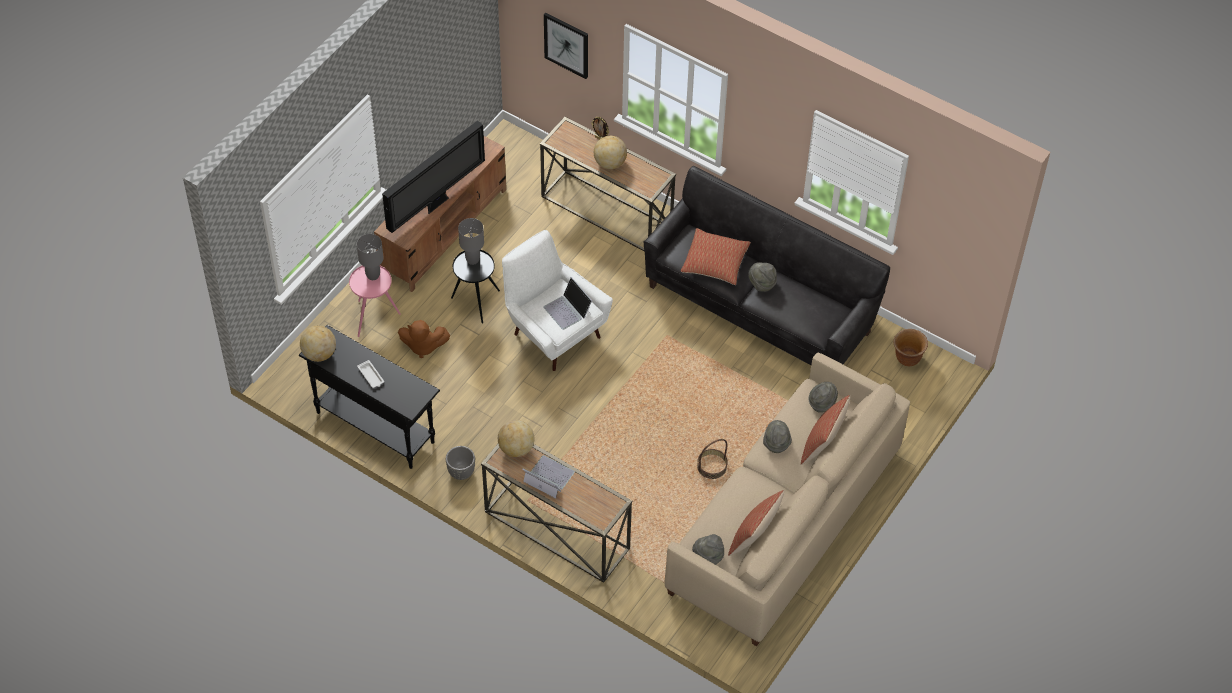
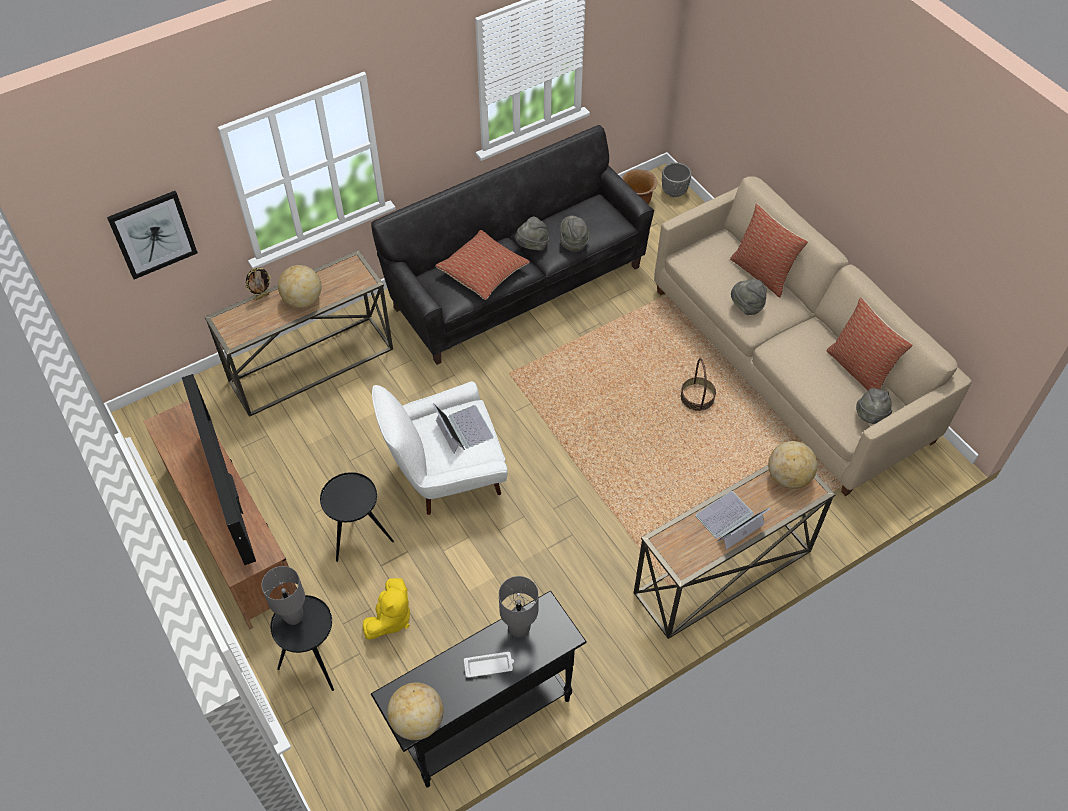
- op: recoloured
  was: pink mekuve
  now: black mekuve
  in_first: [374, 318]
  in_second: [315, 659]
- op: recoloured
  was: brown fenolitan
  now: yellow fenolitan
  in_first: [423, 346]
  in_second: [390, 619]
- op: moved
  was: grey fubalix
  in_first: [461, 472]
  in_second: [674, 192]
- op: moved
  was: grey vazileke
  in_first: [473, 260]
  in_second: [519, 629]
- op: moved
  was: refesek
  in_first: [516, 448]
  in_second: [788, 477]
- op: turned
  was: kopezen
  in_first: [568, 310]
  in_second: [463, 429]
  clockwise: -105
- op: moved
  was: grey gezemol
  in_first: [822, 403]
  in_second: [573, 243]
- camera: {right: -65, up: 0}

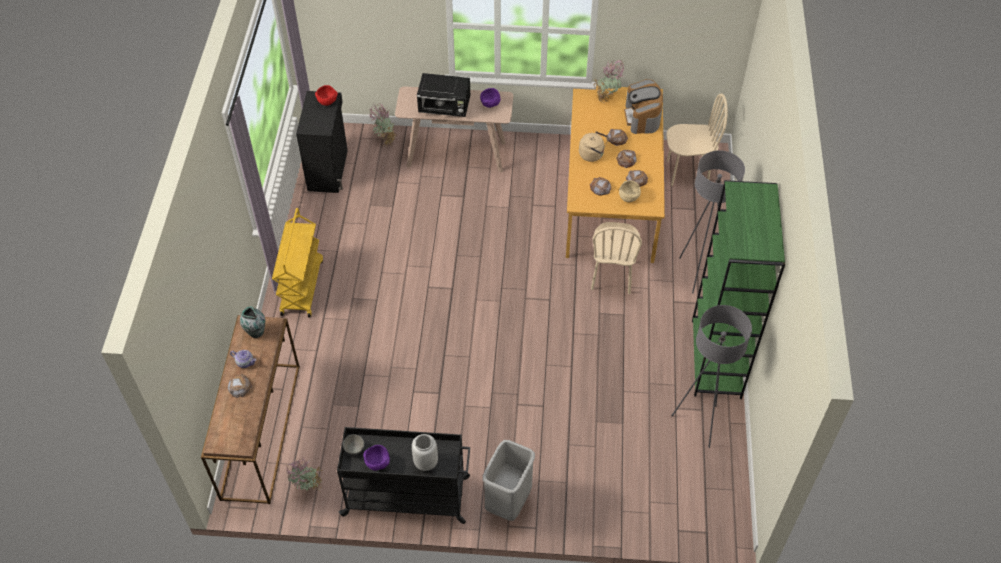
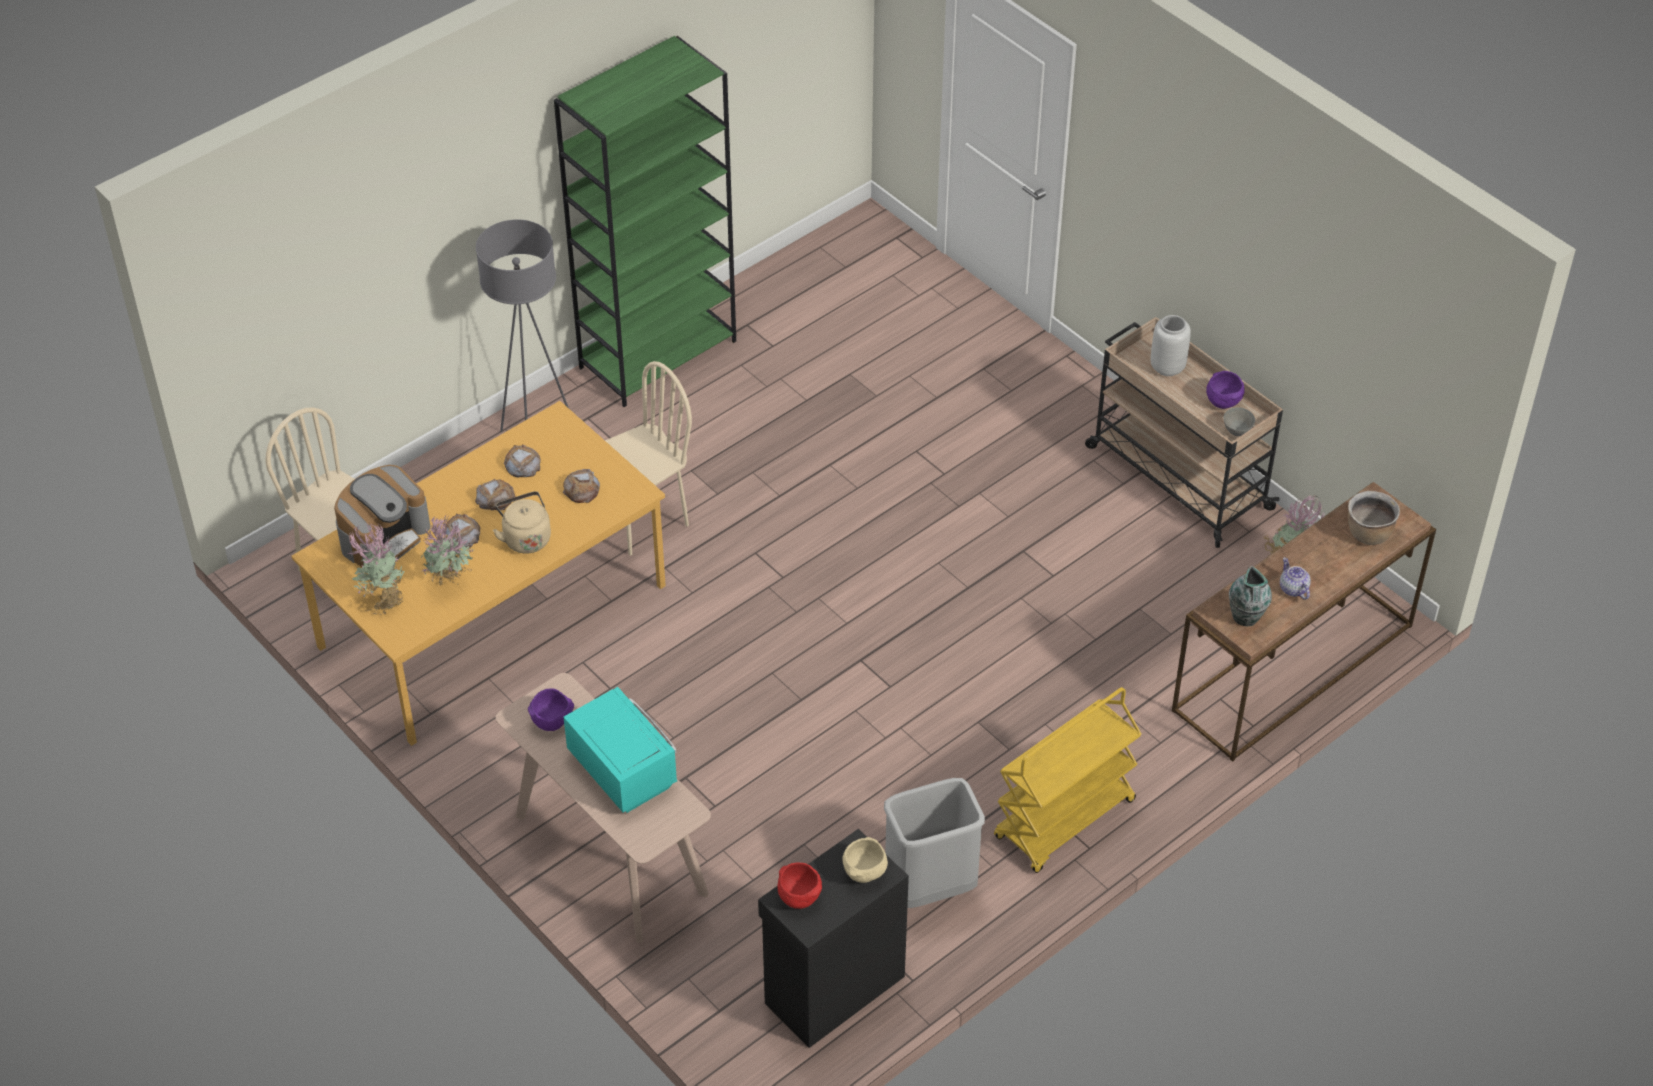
- op: removed
  was: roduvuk
  in_first: [239, 387]
- op: recoloured
  was: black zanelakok
  now: beige zanelakok
  in_first: [408, 496]
  in_second: [1176, 476]
- op: moved
  was: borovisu
  in_first: [385, 140]
  in_second: [451, 583]
- op: recoloured
  was: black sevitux
  now: turquoise sevitux
  in_first: [445, 107]
  in_second: [622, 769]
- op: moved
  was: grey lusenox
  in_first: [509, 501]
  in_second: [930, 887]
- op: moved
  was: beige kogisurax
  in_first: [628, 197]
  in_second: [864, 873]
- op: removed
  was: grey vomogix
  in_first: [699, 423]
- op: added
  now: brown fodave
  in_second: [1368, 534]
- camera: {right: -135, up: -5}

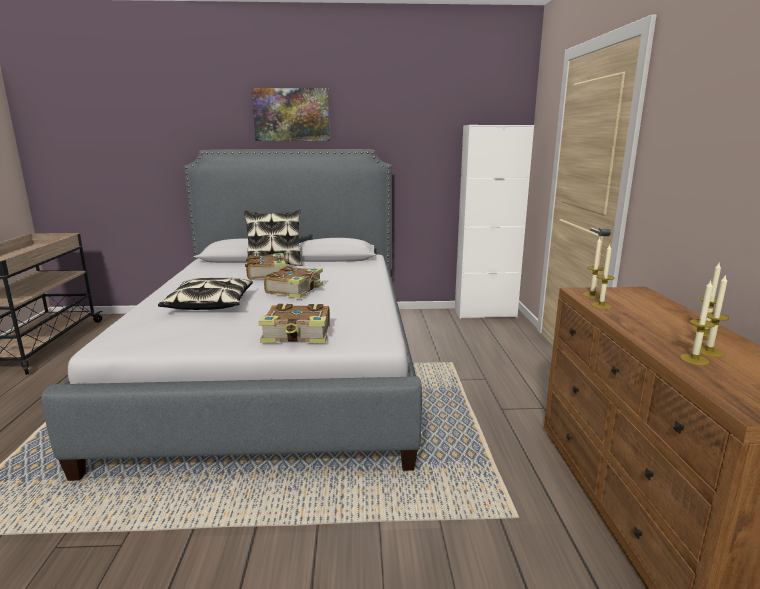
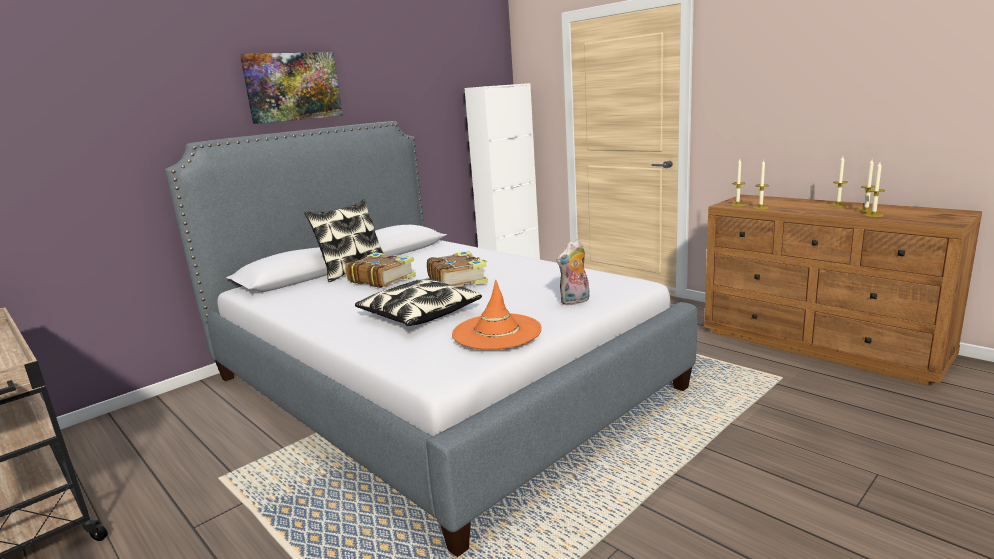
- op: replaced
  was: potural
  now: fenolitan
  in_first: [298, 334]
  in_second: [575, 301]
- op: added
  now: orange gezemol
  in_second: [496, 332]
- camera: {right: -40, up: 0}

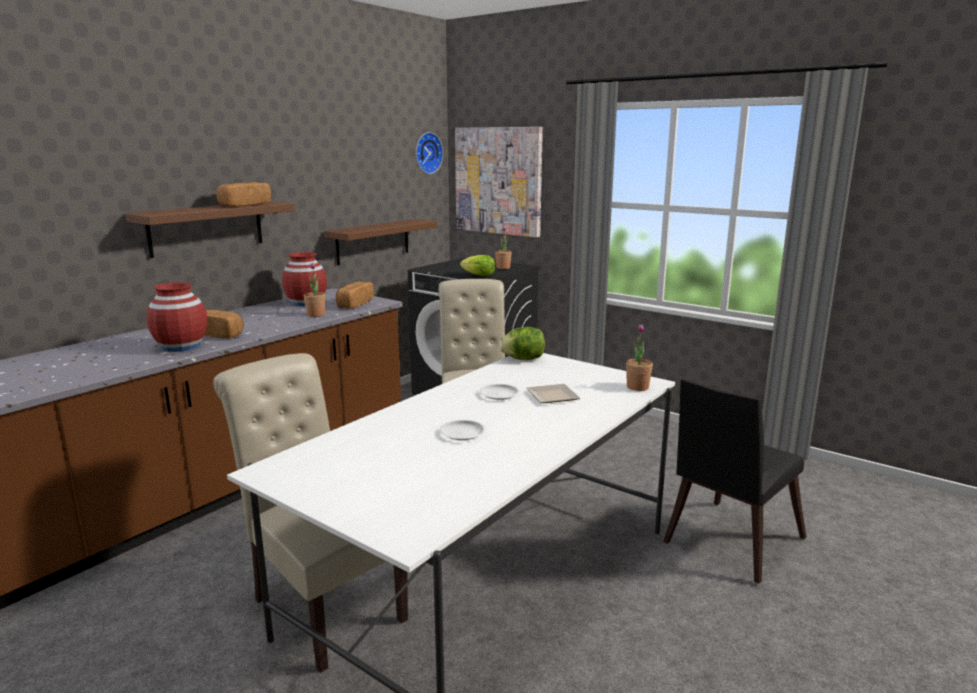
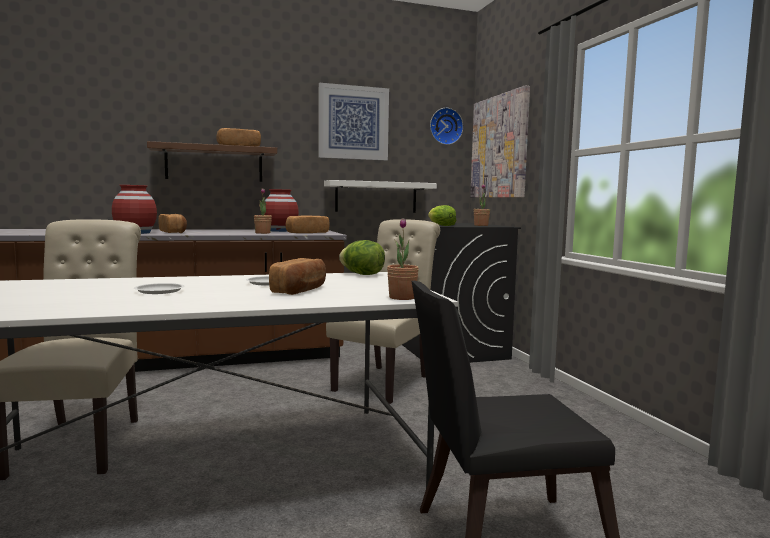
- op: recoloured
  was: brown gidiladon
  now: white gidiladon
  in_first: [373, 241]
  in_second: [376, 197]
- op: replaced
  was: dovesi
  now: roduvuk
  in_first: [551, 397]
  in_second: [300, 290]
- op: added
  now: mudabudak
  in_second: [353, 122]
- camera: {right: 35, up: -10}

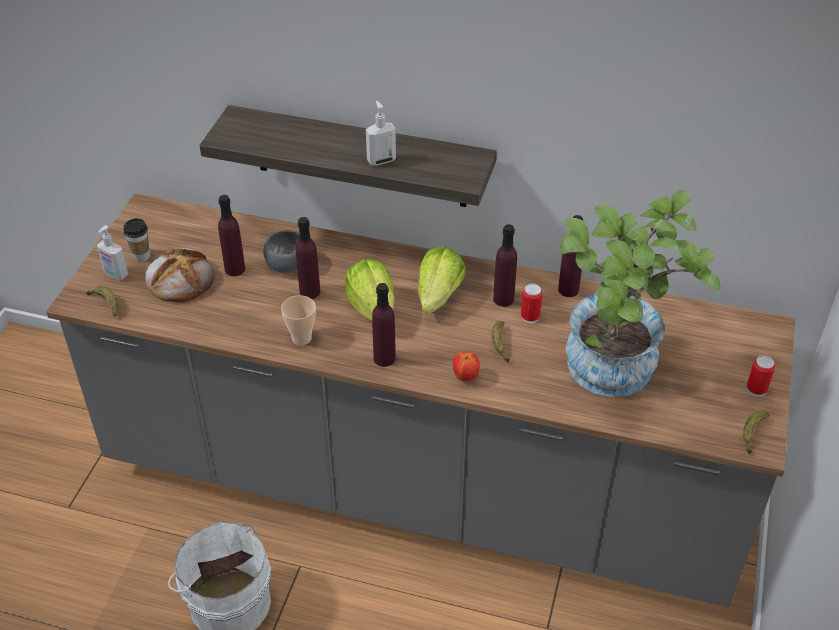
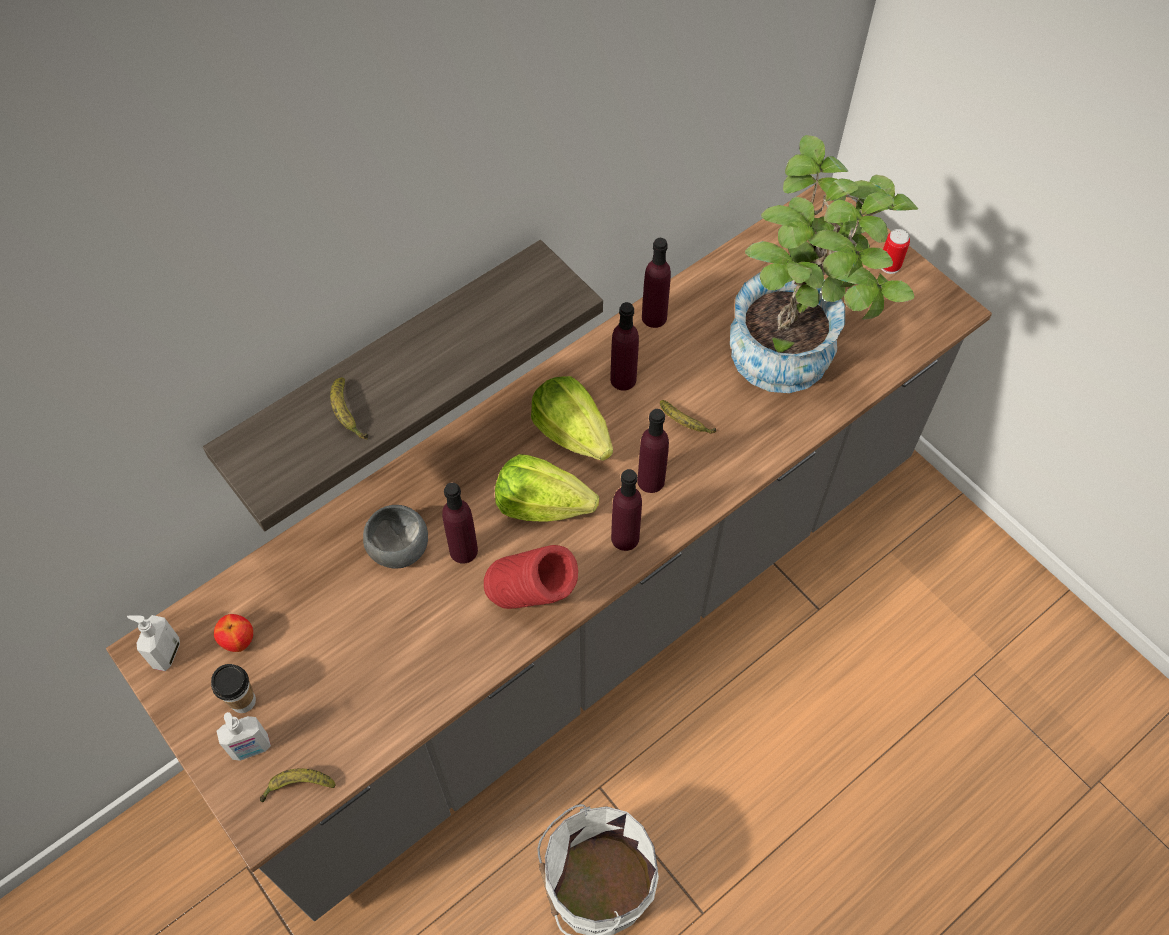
- op: removed
  was: roduvuk
  in_first: [180, 279]
- op: moved
  was: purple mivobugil
  in_first: [235, 269]
  in_second: [651, 481]
- op: replaced
  was: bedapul
  now: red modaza
  in_first: [301, 338]
  in_second: [532, 600]
- op: moved
  was: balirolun
  in_first: [381, 160]
  in_second: [166, 653]
- op: moved
  was: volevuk
  in_first: [465, 377]
  in_second: [239, 641]
- op: removed
  was: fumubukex
  in_first: [530, 316]
- op: moved
  was: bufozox
  in_first: [752, 433]
  in_second: [347, 414]
- camera: {right: -55, up: 15}

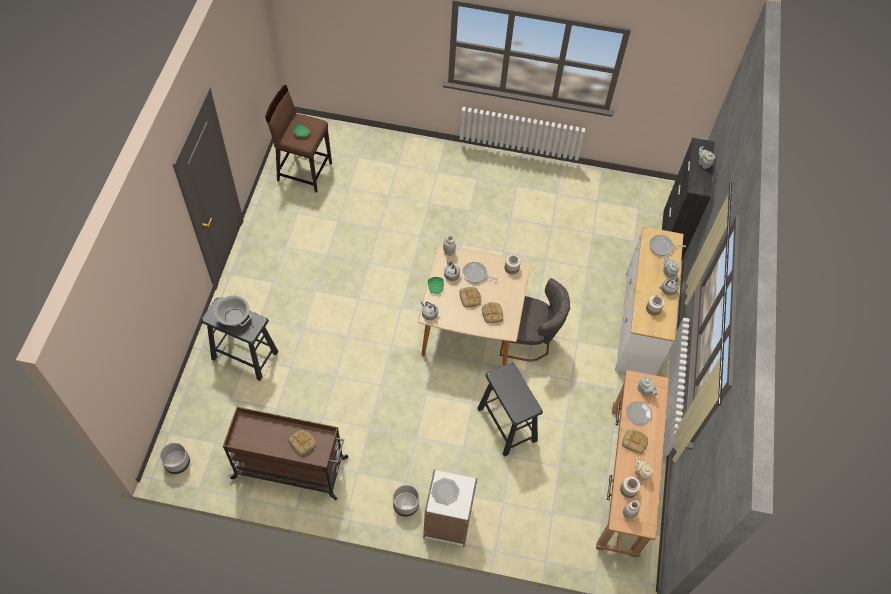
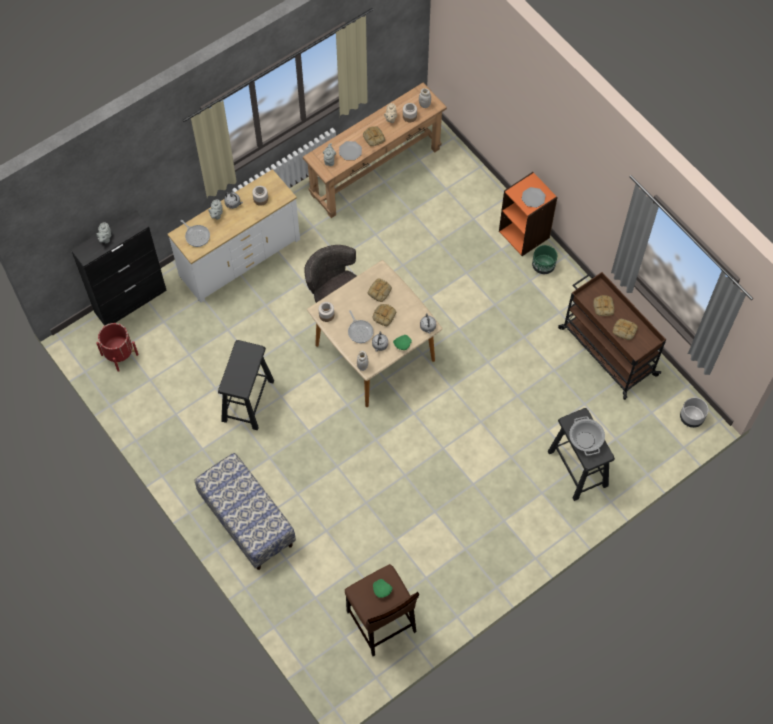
- op: recoloured
  was: grey fubalix
  now: green fubalix
  in_first: [406, 505]
  in_second: [543, 265]
- op: recoloured
  was: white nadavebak
  now: orange nadavebak
  in_first: [447, 523]
  in_second: [524, 234]
- op: moved
  was: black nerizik
  in_first: [507, 425]
  in_second: [248, 400]
- op: added
  now: red fubalix
  in_second: [119, 354]
- op: added
  now: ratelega
  in_second: [247, 521]
- op: added
  now: roduvuk
  in_second: [624, 330]
- camera: {right: -135, up: 5}

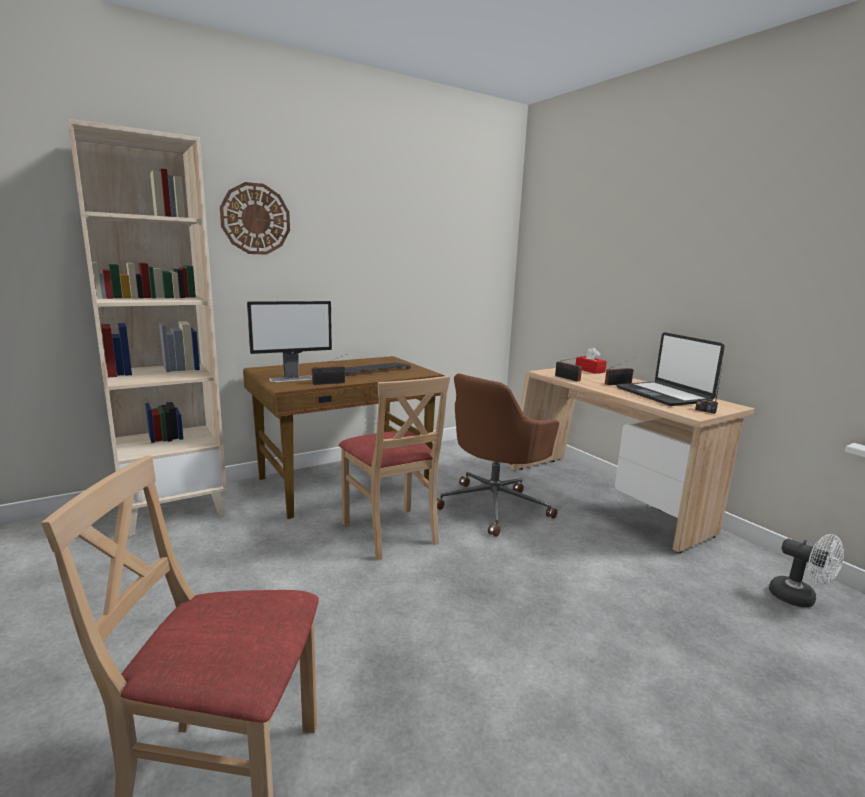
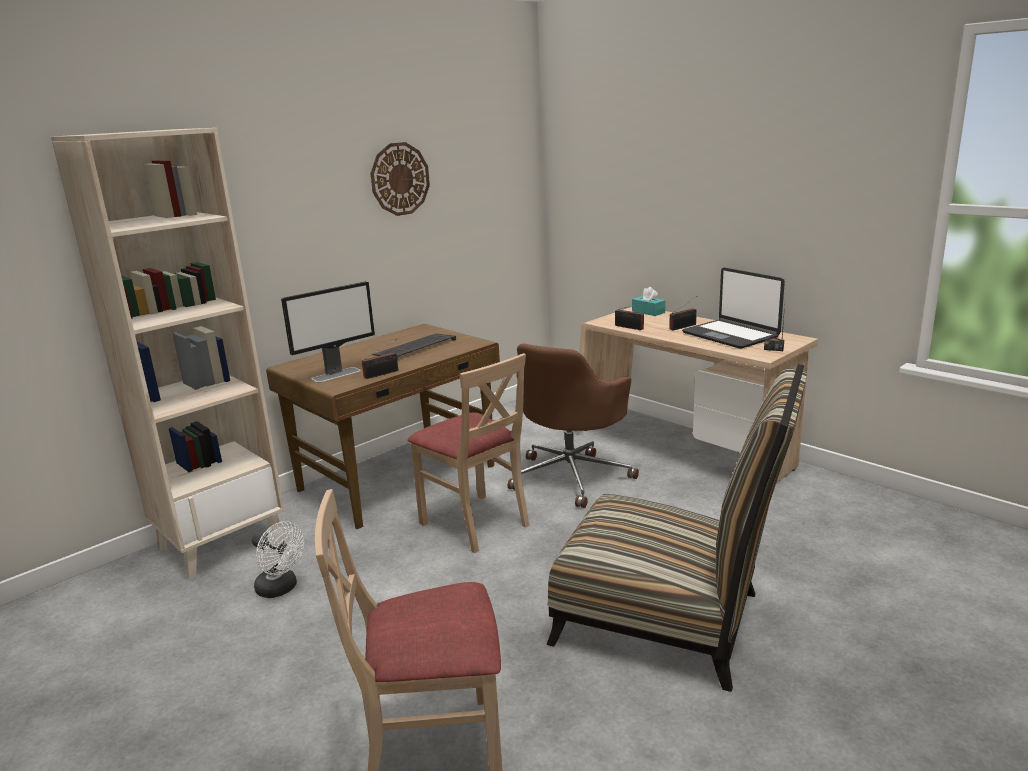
- op: moved
  was: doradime
  in_first: [255, 219]
  in_second: [400, 179]
- op: recoloured
  was: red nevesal
  now: turquoise nevesal
  in_first: [589, 370]
  in_second: [648, 312]
- op: moved
  was: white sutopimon
  in_first: [799, 599]
  in_second: [281, 589]
- op: added
  now: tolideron
  in_second: [670, 622]
- camera: {right: -10, up: 5}

